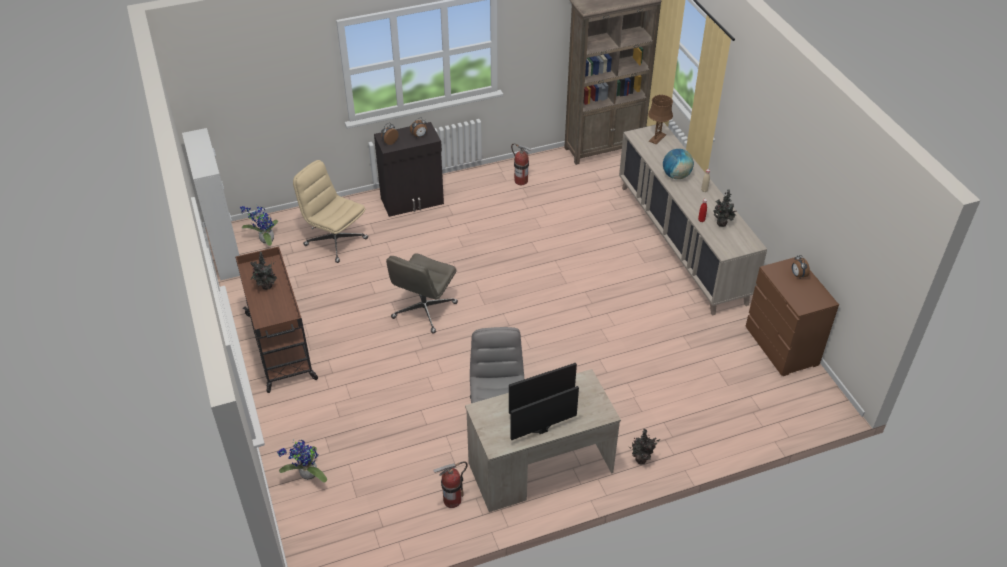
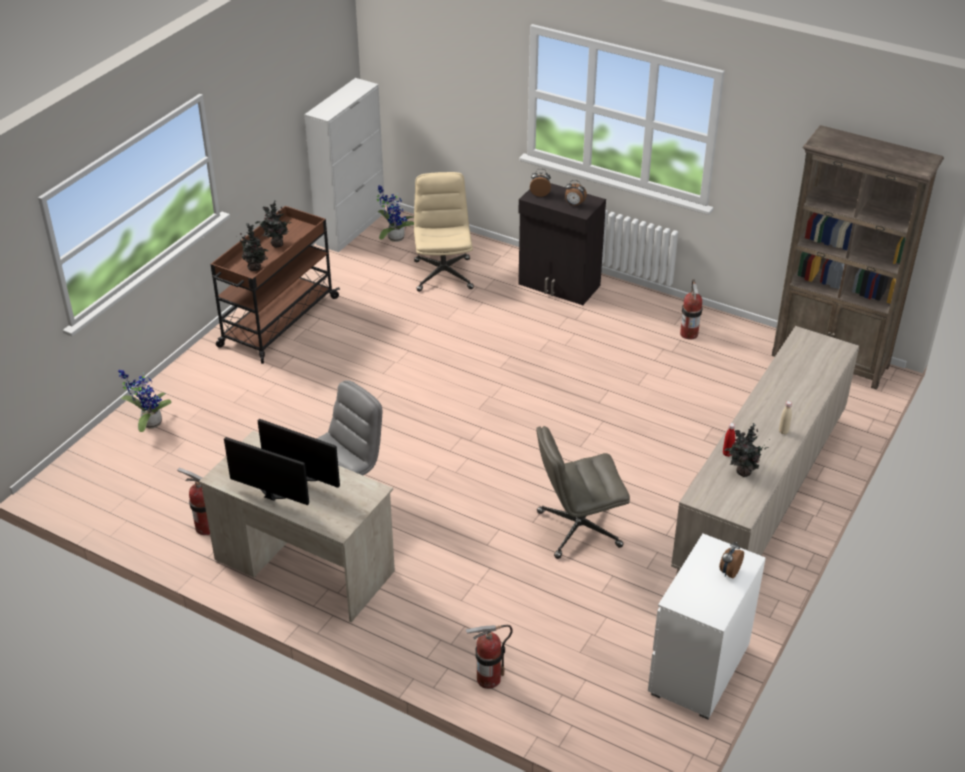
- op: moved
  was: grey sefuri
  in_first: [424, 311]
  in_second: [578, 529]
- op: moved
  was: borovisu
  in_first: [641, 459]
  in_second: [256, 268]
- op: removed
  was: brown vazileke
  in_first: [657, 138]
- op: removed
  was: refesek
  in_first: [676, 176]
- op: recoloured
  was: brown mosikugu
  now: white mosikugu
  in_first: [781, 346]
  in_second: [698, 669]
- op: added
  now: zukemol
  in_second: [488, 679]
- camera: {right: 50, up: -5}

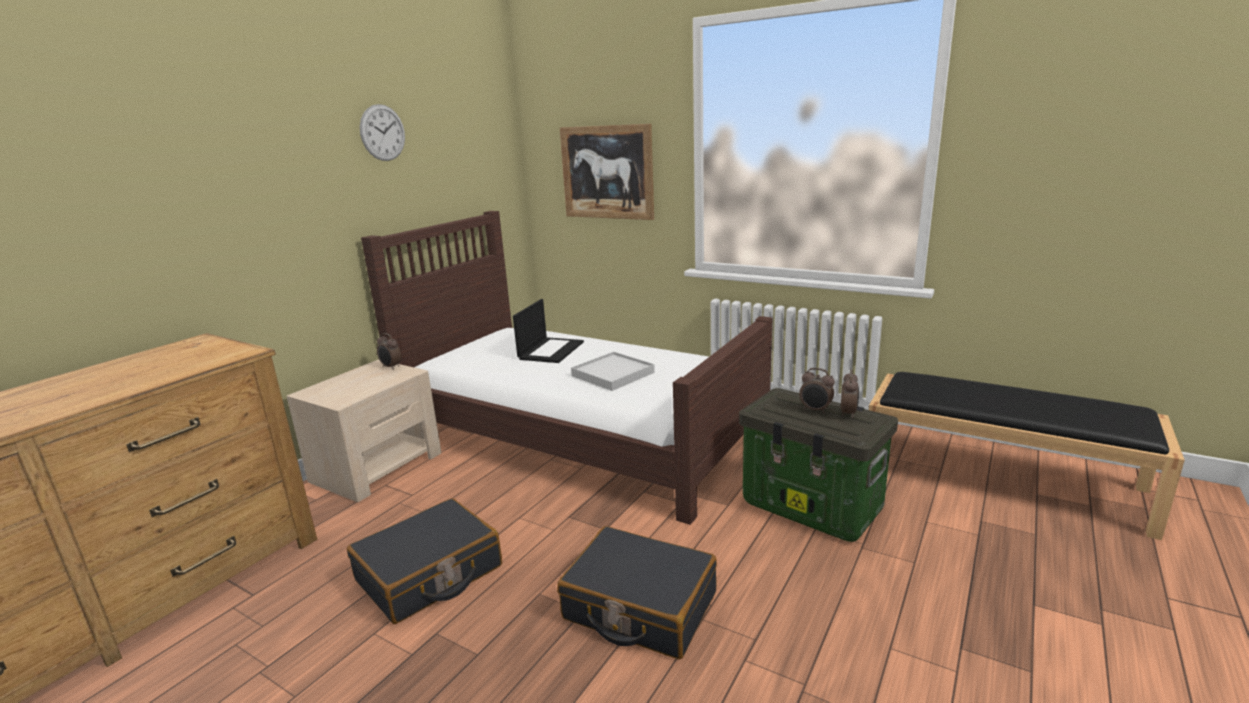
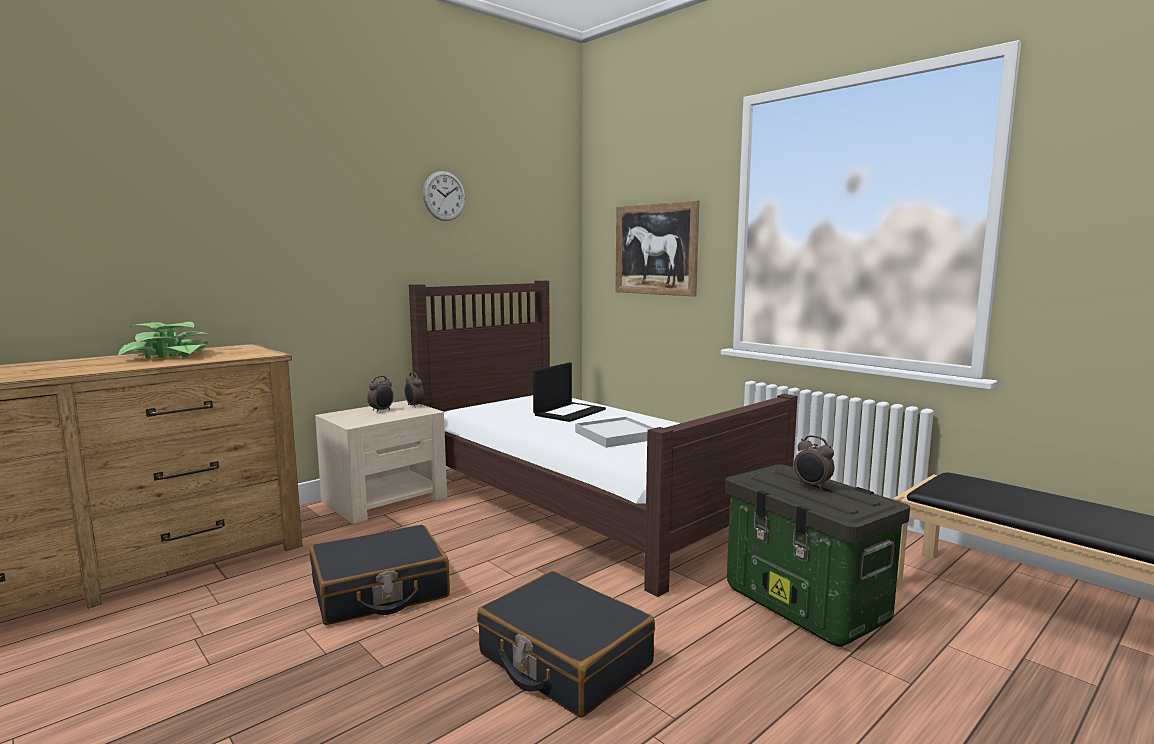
- op: moved
  was: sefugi
  in_first: [848, 413]
  in_second: [382, 410]
- op: added
  now: borovisu
  in_second: [168, 355]
- camera: {right: 15, up: -10}

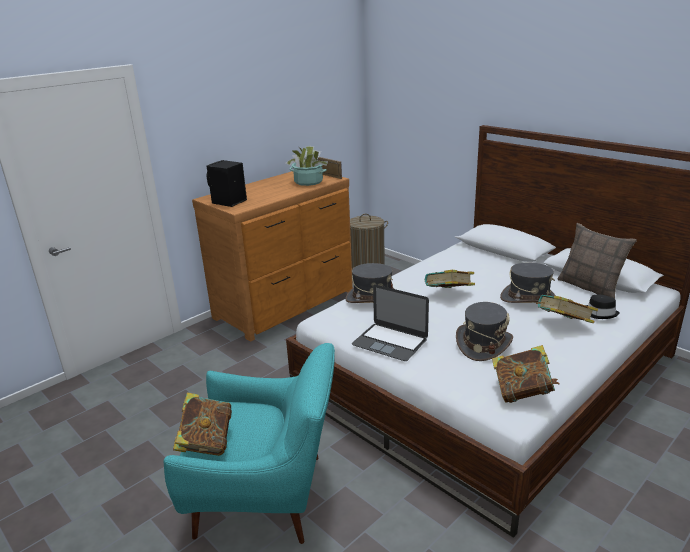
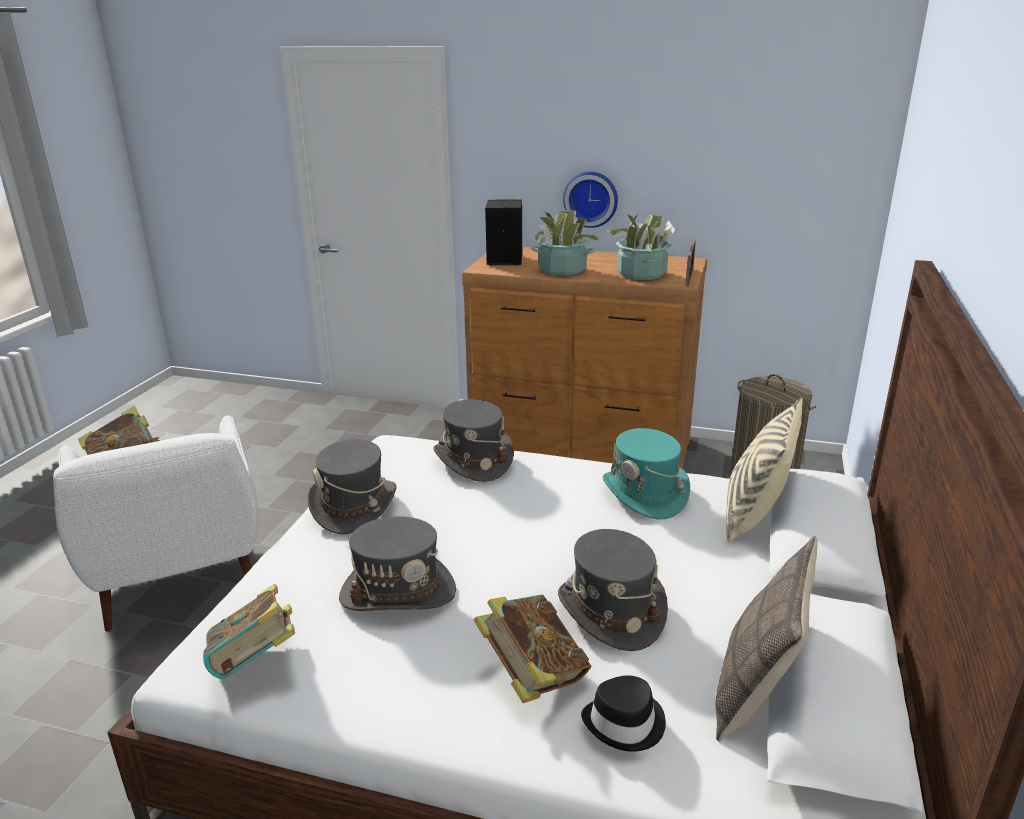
- op: recoloured
  was: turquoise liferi
  now: white liferi
  in_first: [268, 496]
  in_second: [179, 579]
- op: replaced
  was: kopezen
  now: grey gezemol
  in_first: [390, 342]
  in_second: [354, 506]
- op: removed
  was: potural
  in_first: [448, 295]
- op: added
  now: borovisu
  in_second: [562, 269]
- op: added
  now: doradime
  in_second: [591, 198]
- op: added
  now: turquoise gezemol
  in_second: [645, 494]
- op: added
  now: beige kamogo
  in_second: [754, 516]
- camera: {right: 60, up: 0}

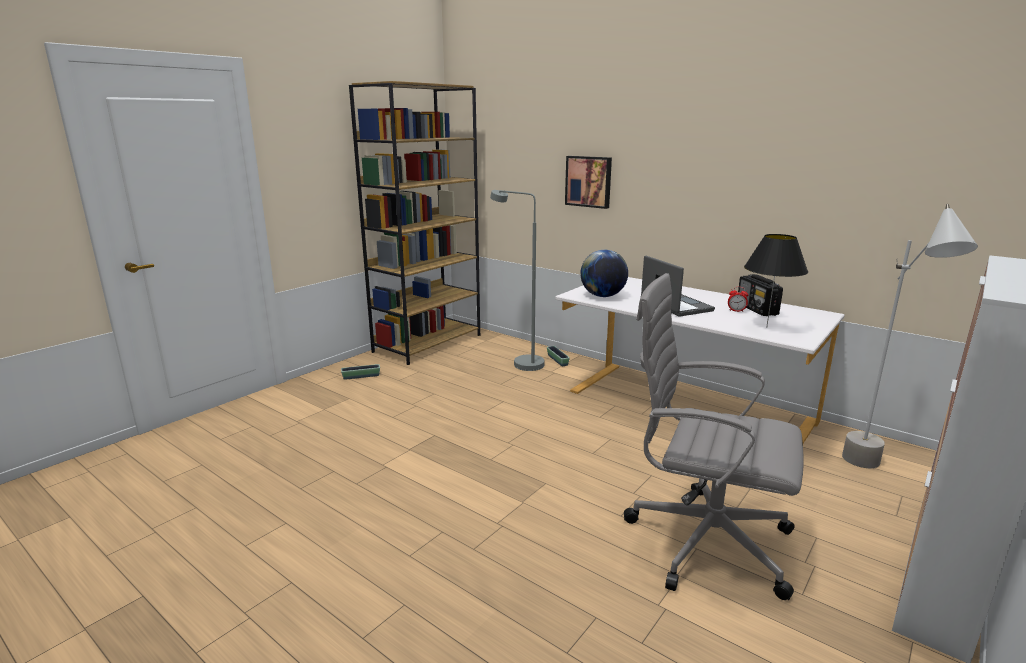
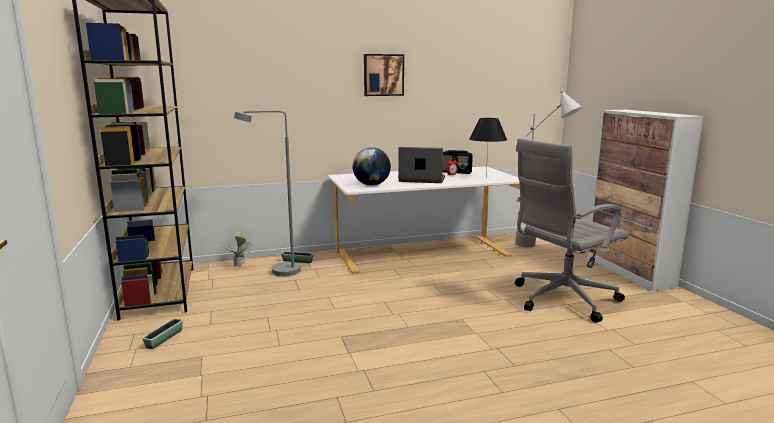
- op: moved
  was: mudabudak
  in_first: [589, 181]
  in_second: [383, 75]
- op: added
  now: borovisu
  in_second: [240, 266]
- camera: {right: -55, up: -5}

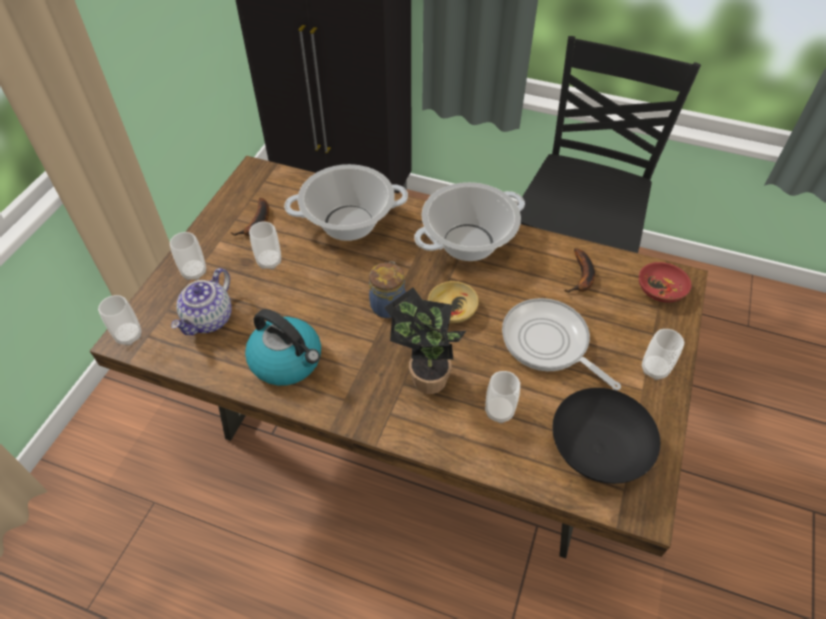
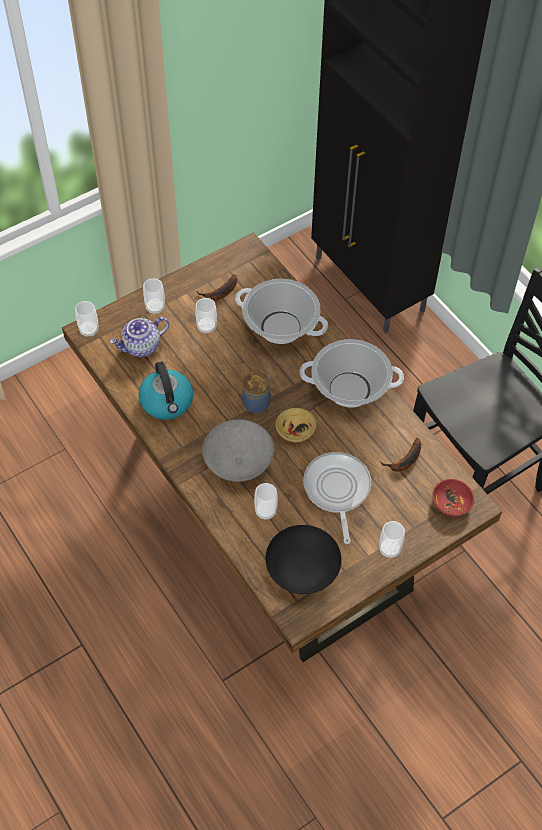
- op: replaced
  was: borovisu
  now: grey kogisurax
  in_first: [424, 377]
  in_second: [239, 462]
- camera: {right: 35, up: 5}

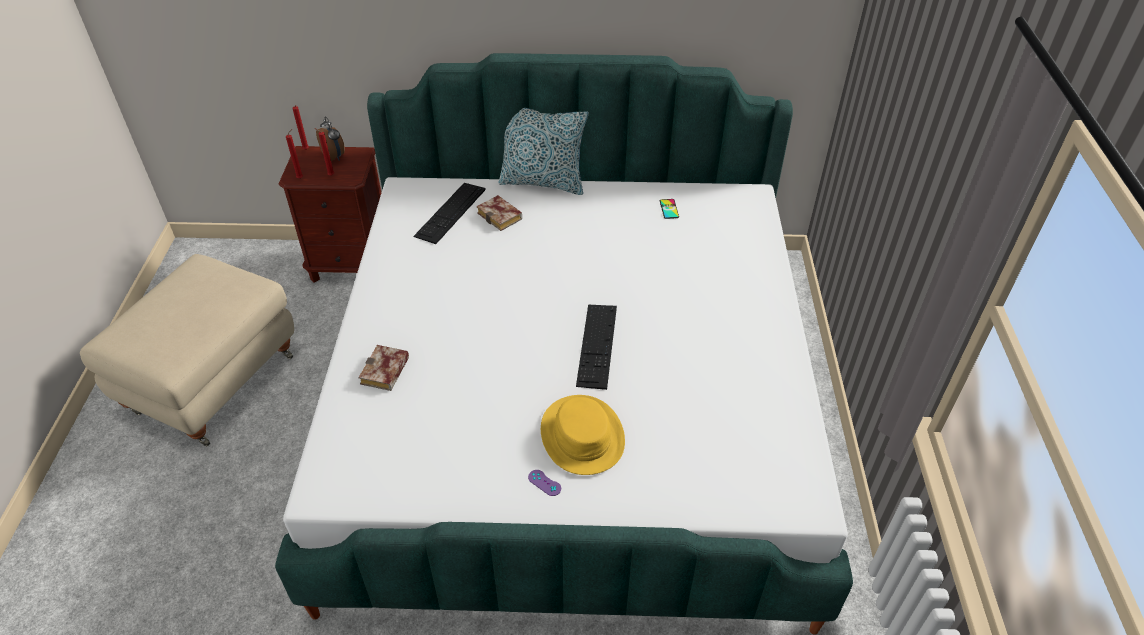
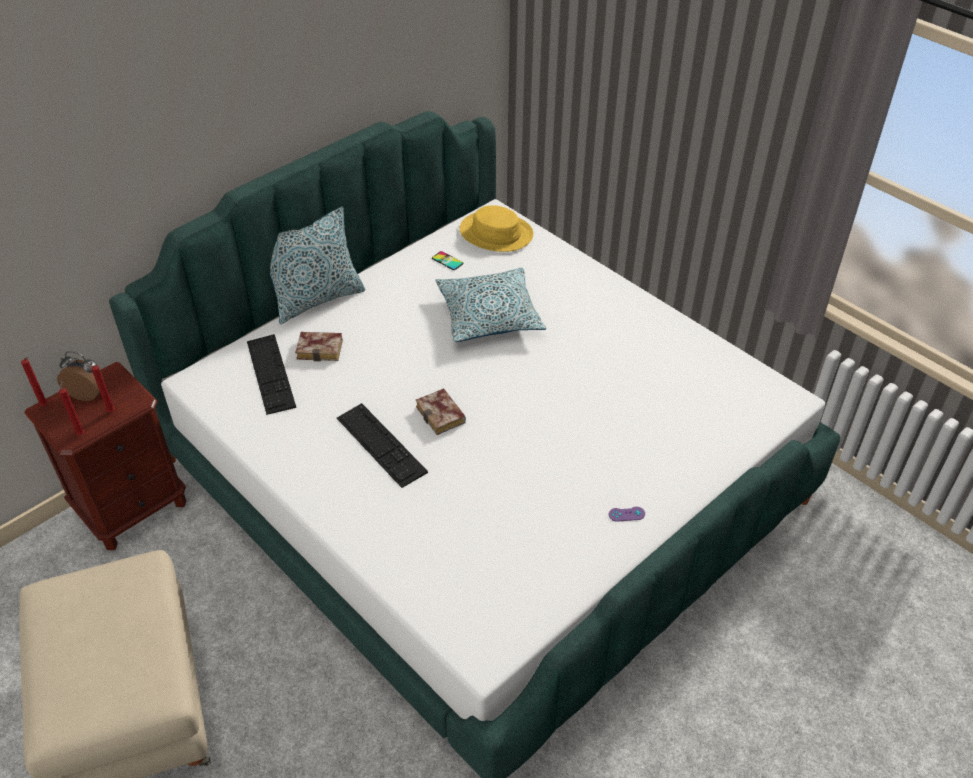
- op: moved
  was: potural
  in_first: [385, 373]
  in_second: [443, 416]
- op: moved
  was: yellow gezemol
  in_first: [582, 435]
  in_second: [496, 233]
- op: moved
  was: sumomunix
  in_first: [597, 345]
  in_second: [381, 444]
- op: added
  now: kamogo
  in_second: [489, 315]
- camera: {right: -45, up: 0}

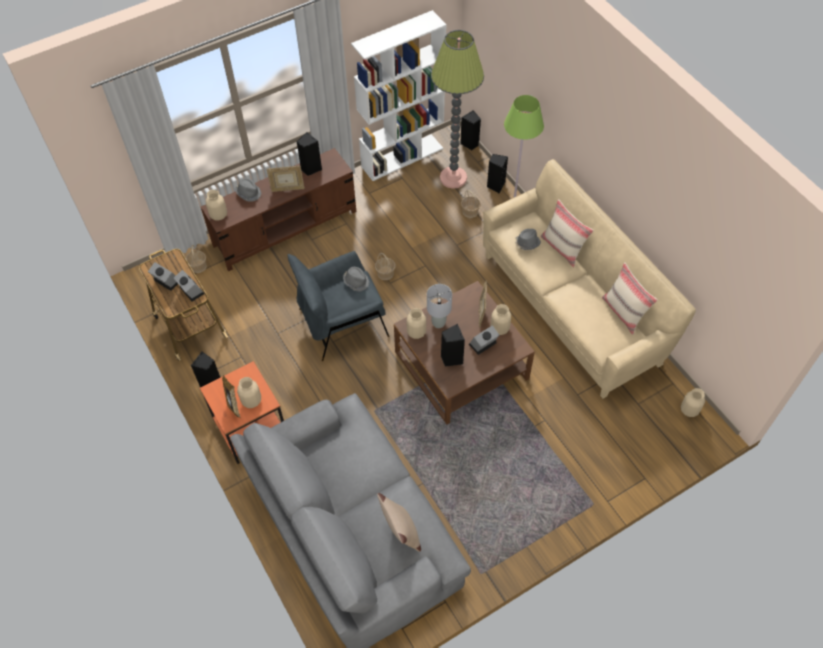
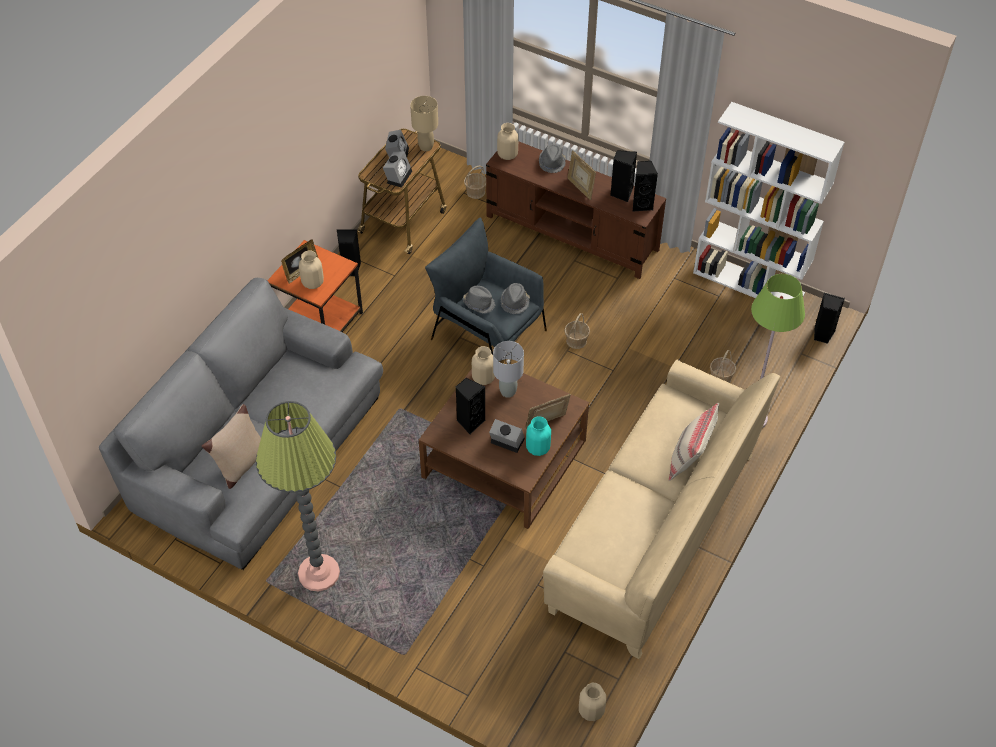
- op: moved
  was: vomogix
  in_first: [453, 178]
  in_second: [319, 573]
- op: moved
  was: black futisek
  in_first: [495, 185]
  in_second: [641, 204]
- op: recoloured
  was: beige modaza
  now: turquoise modaza
  in_first: [499, 328]
  in_second: [538, 448]
- op: moved
  was: grey gezemol
  in_first: [527, 243]
  in_second: [479, 303]
- op: removed
  was: beige kamogo
  in_first: [624, 312]
- op: added
  now: beige vazileke
  in_second: [426, 146]
- camera: {right: 60, up: -5}

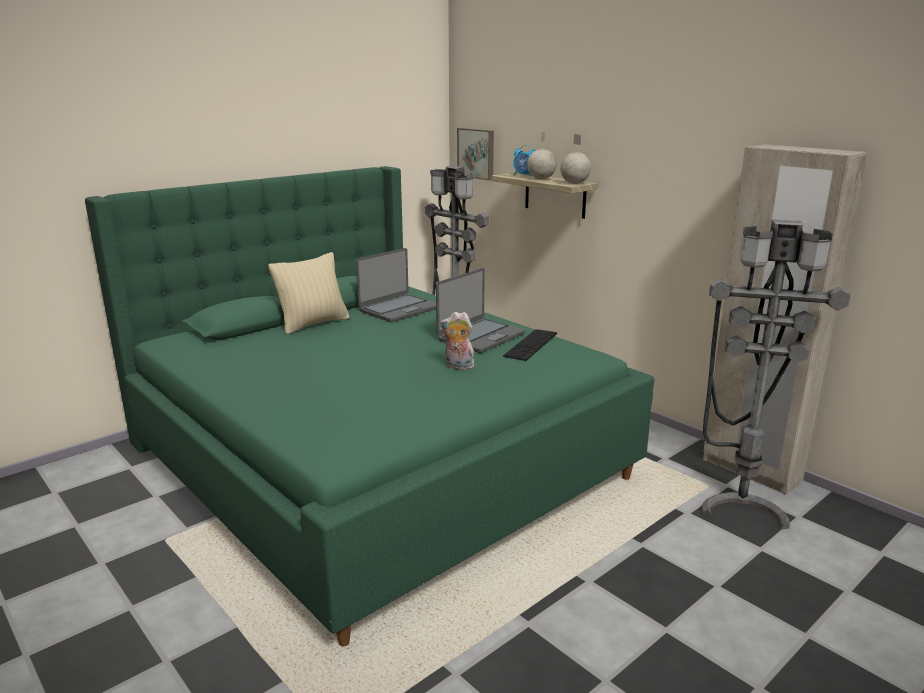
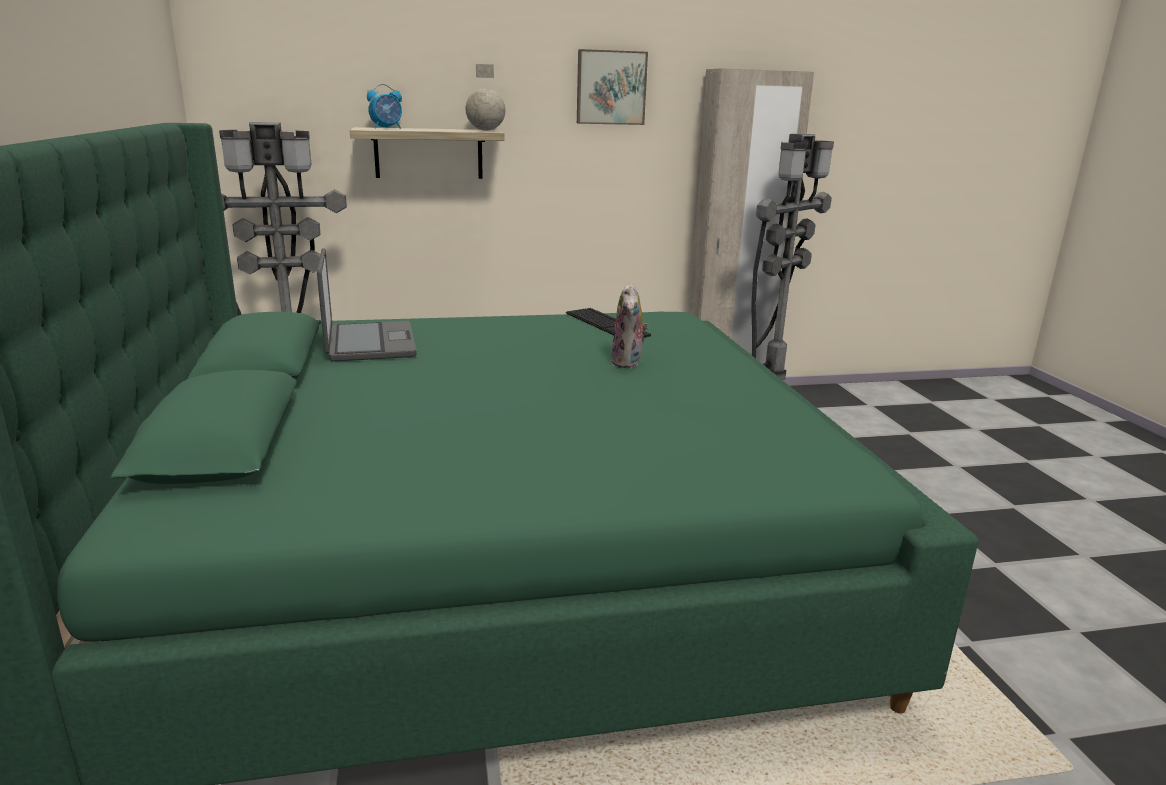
- op: removed
  was: beige kamogo
  in_first: [313, 324]
- op: removed
  was: kopezen
  in_first: [480, 337]
- op: turned
  was: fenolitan
  in_first: [458, 367]
  in_second: [628, 362]
  clockwise: -45
- op: moved
  was: mudabudak
  in_first: [477, 153]
  in_second: [610, 87]
- op: removed
  was: refesek
  in_first: [540, 179]
- camera: {right: -60, up: 0}

